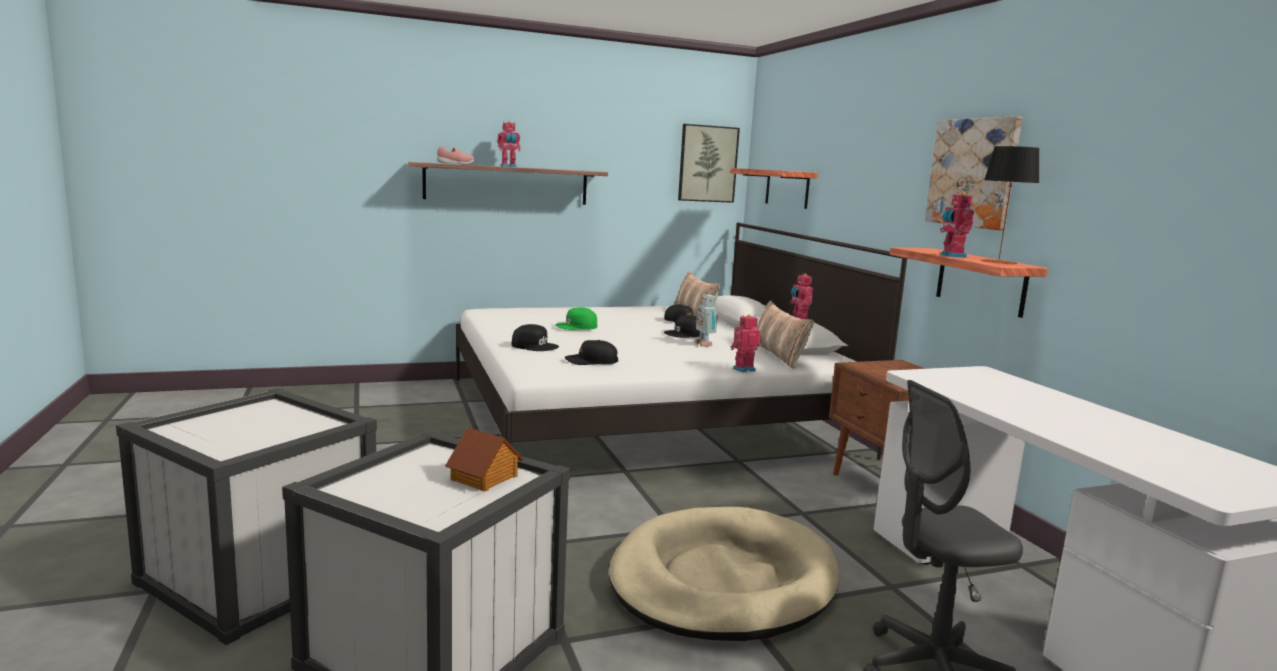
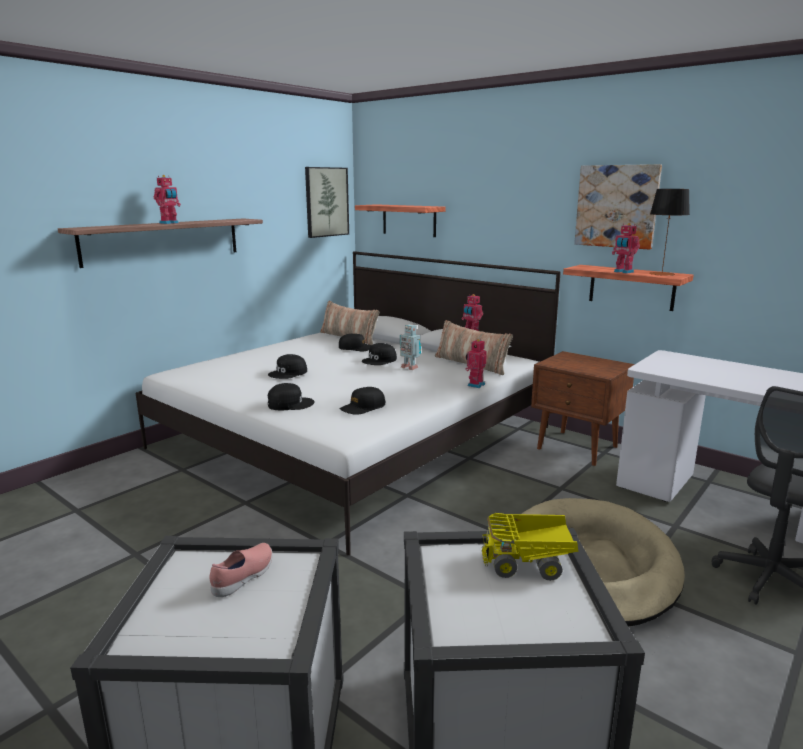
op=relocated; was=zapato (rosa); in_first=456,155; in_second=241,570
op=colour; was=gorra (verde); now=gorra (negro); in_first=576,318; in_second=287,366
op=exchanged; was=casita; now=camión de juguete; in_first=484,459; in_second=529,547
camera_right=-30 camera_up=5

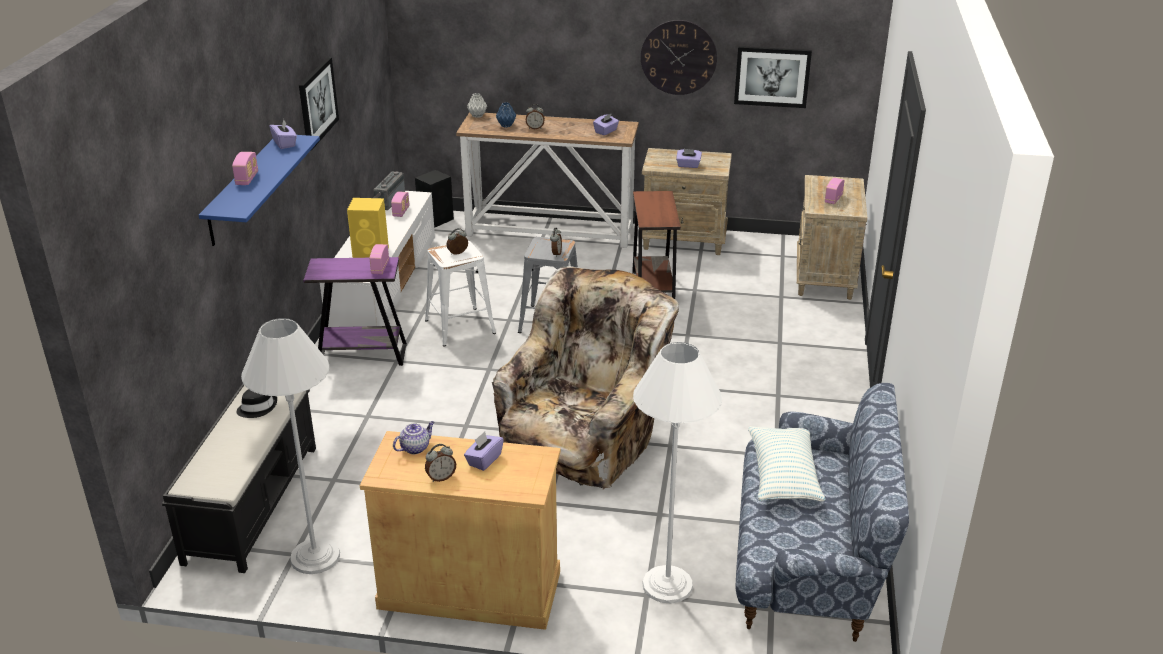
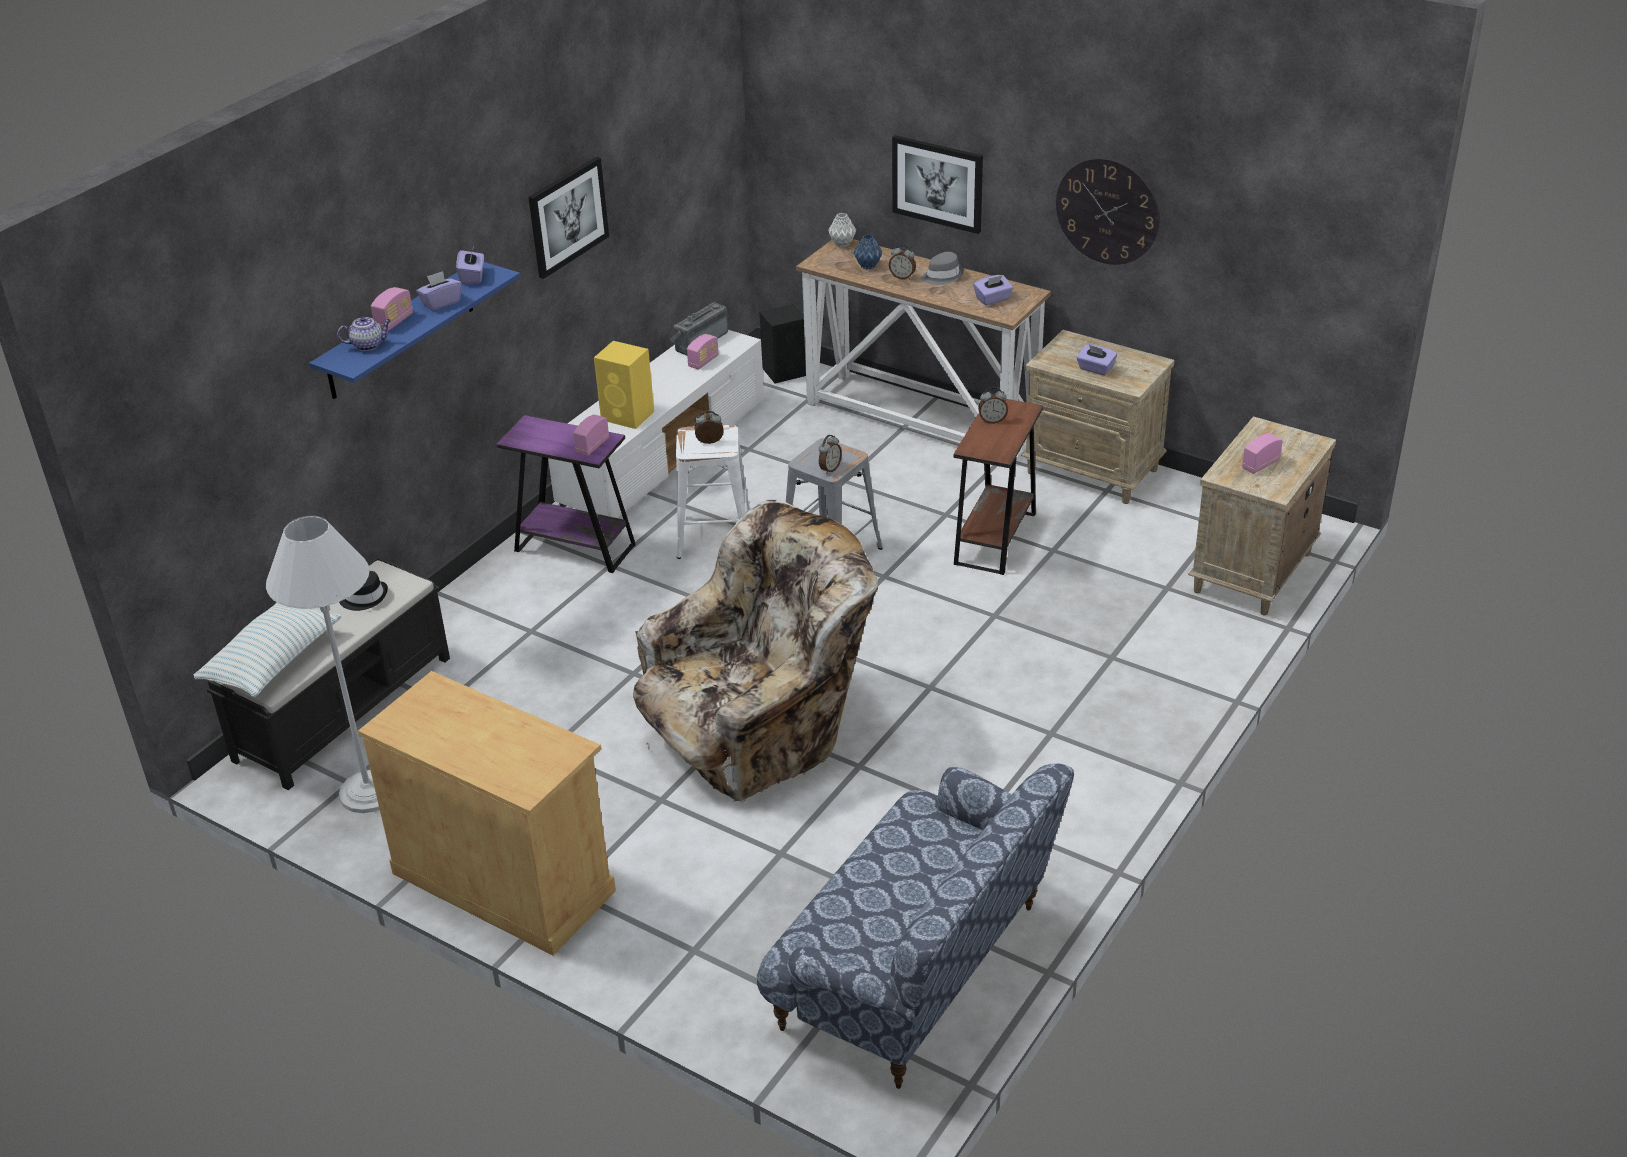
op=relocated; was=cojín; in_first=787,464; in_second=267,649
op=relocated; was=tetera; in_first=414,437; in_second=364,334
op=relocated; was=caja de pañuelos (morado); in_first=484,451; in_second=439,291
op=relocated; was=cuadro; in_first=773,77; in_second=937,184
op=appeared; now=sombrero (gris); in_second=943,268
op=relocated; was=despertador; in_first=440,463; in_second=993,405
op=missing; was=lámpara de pie (blanco); in_first=677,473
camera_right=25 camera_up=5

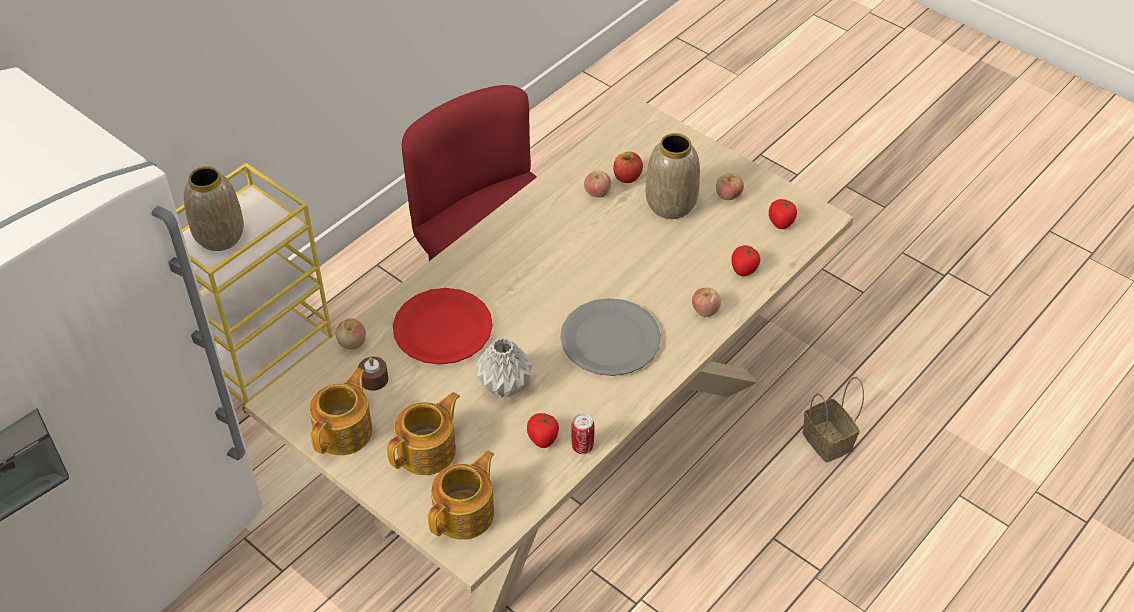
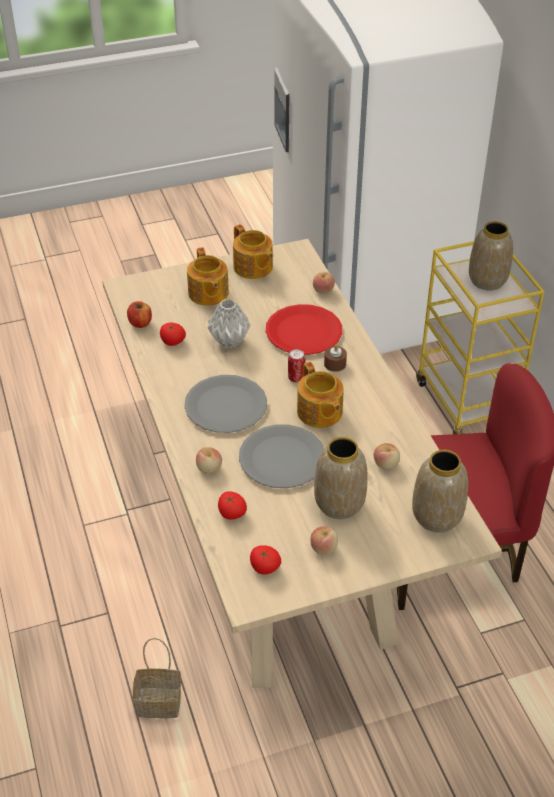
op=relocated; was=manzana; in_first=628,167; in_second=139,314
op=appeared; now=plato (gris); in_second=281,456
op=relocated; was=lata; in_first=582,434; in_second=296,365
op=relocated; was=tetera; in_first=461,495; in_second=320,395
op=relocated; was=vela (marrón); in_first=373,374; in_second=335,358
op=appeared; now=florero; in_second=440,491
camera_right=120 camera_up=-5

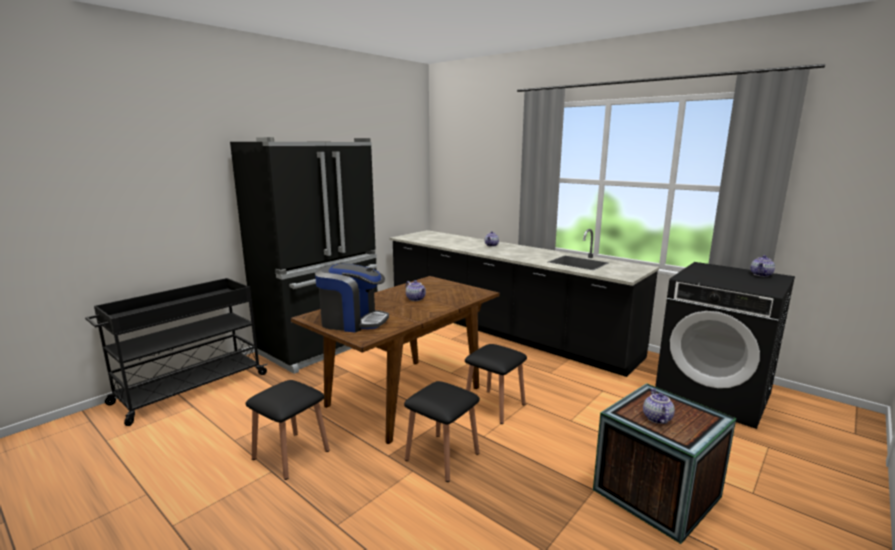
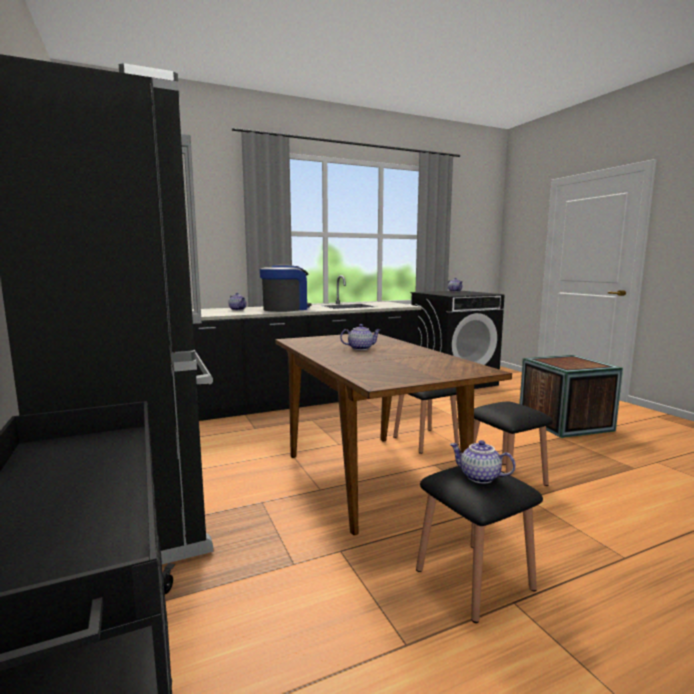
op=relocated; was=cafetera; in_first=352,298; in_second=286,288
op=relocated; was=tetera; in_first=659,406; in_second=483,461
camera_right=-65 camera_up=-5

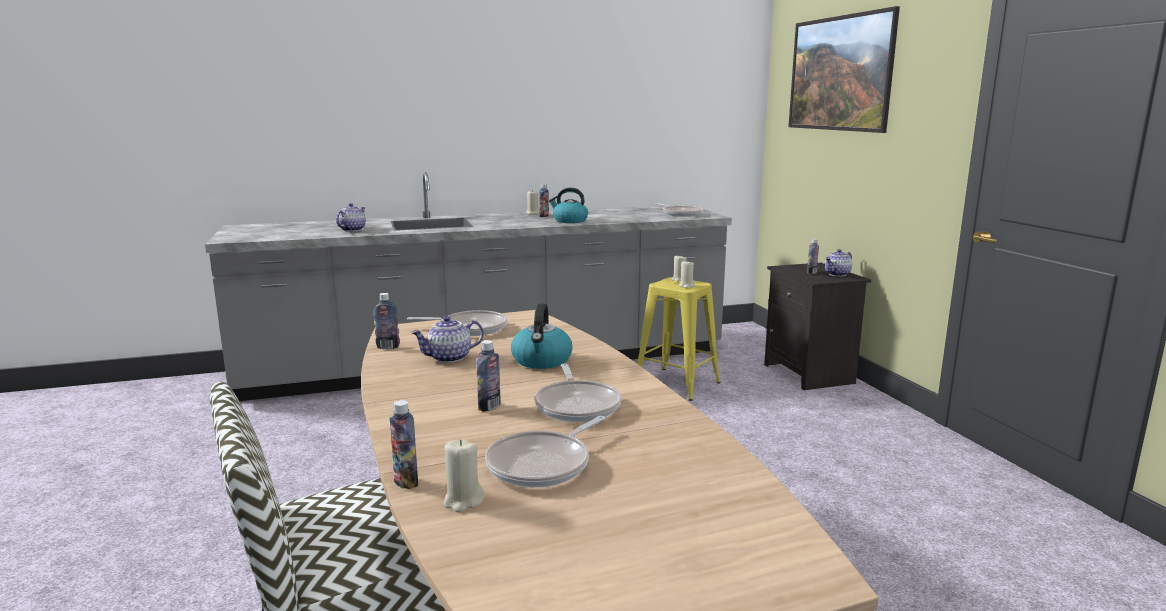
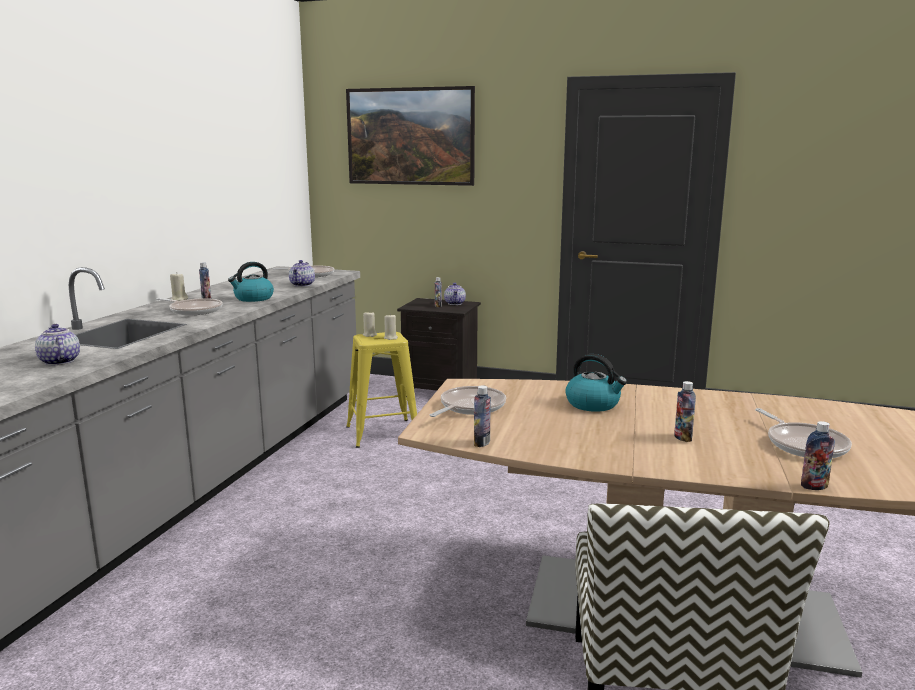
op=relocated; was=sartén; in_first=578,393; in_second=189,306
op=relocated; was=tetera; in_first=447,339; in_second=302,273
op=missing; was=vela (beis); in_first=464,476
camera_right=-55 camera_up=0

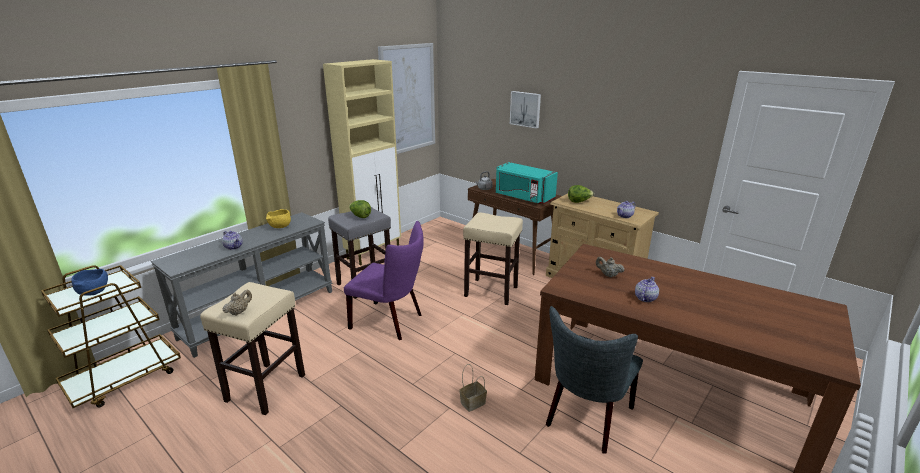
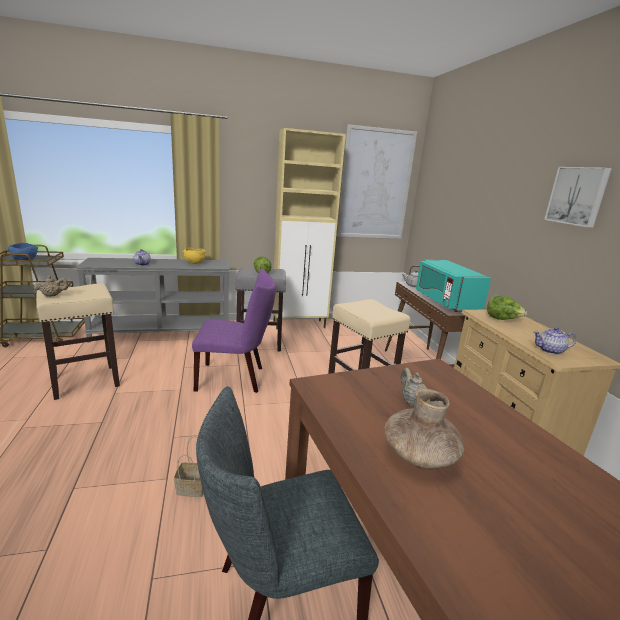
op=spun; was=silla (morado); in_first=384,280; in_second=234,331; clockwise=-60
op=exchanged; was=tetera; now=florero (marrón); in_first=647,289; in_second=424,428
op=relocated; was=cuadro; in_first=525,110; in_second=578,197
camera_right=35 camera_up=-5

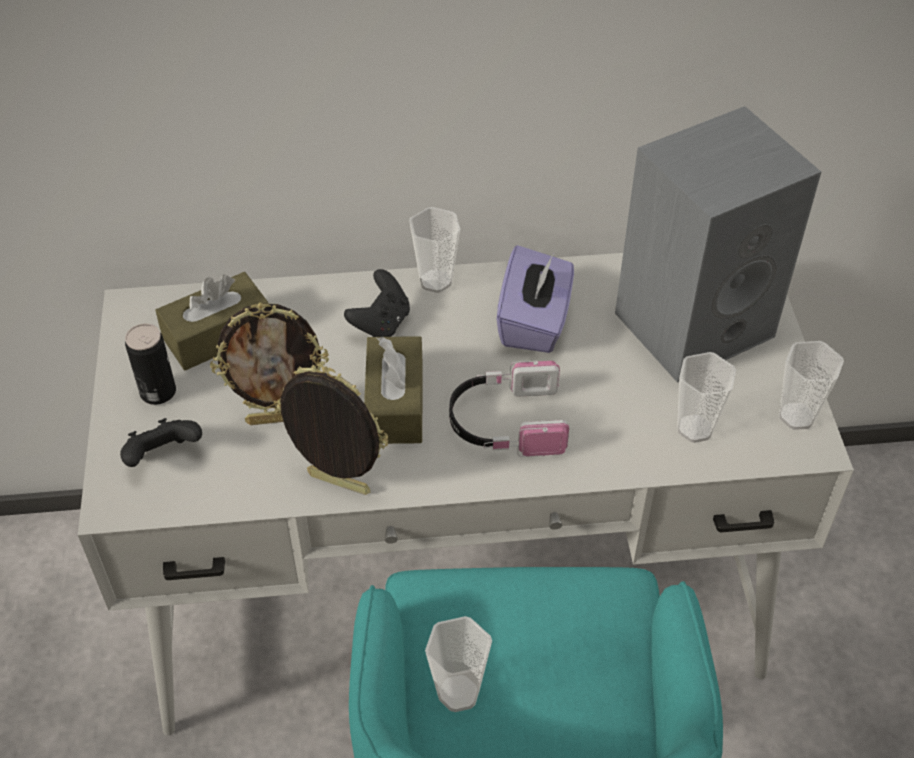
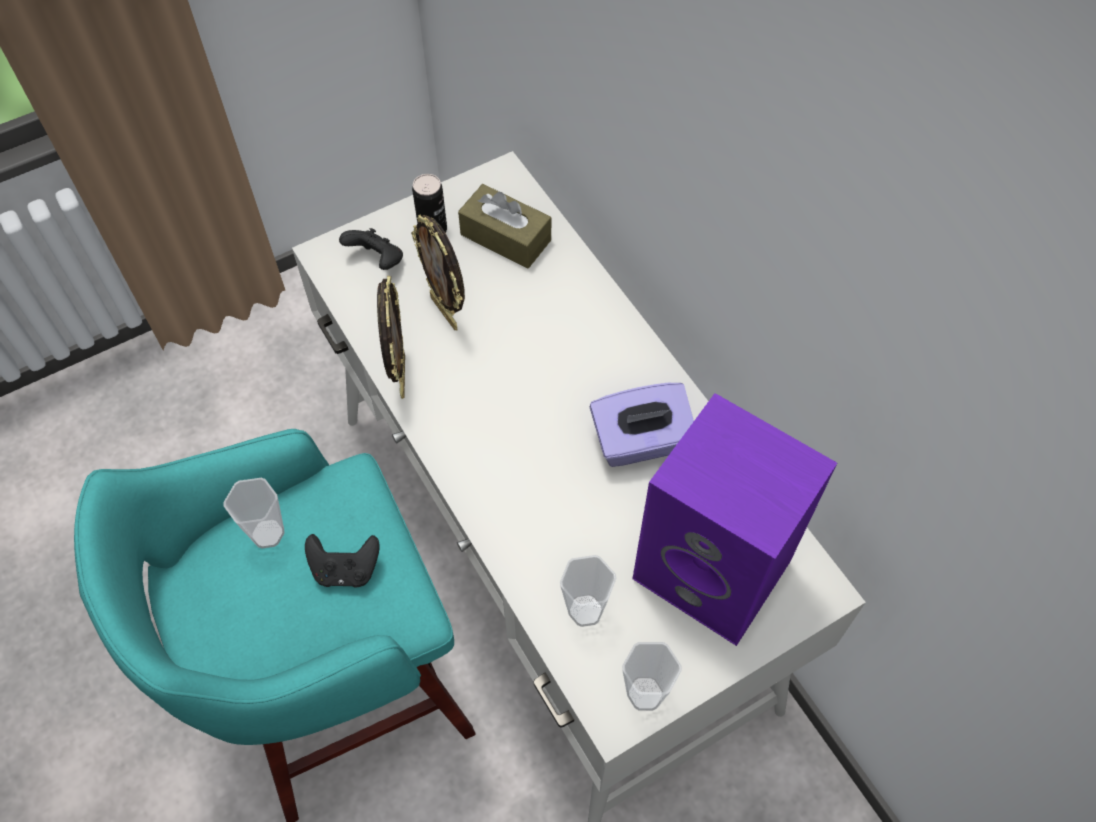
op=relocated; was=mando de consola (negro); in_first=377,303; in_second=342,561
op=colour; was=altavoz (gris); now=altavoz (morado); in_first=718,244; in_second=734,519
op=missing; was=caja de pañuelos (marrón); in_first=393,390
op=missing; was=taza; in_first=434,250
op=missing; was=auriculares; in_first=509,408
camera_right=65 camera_up=10

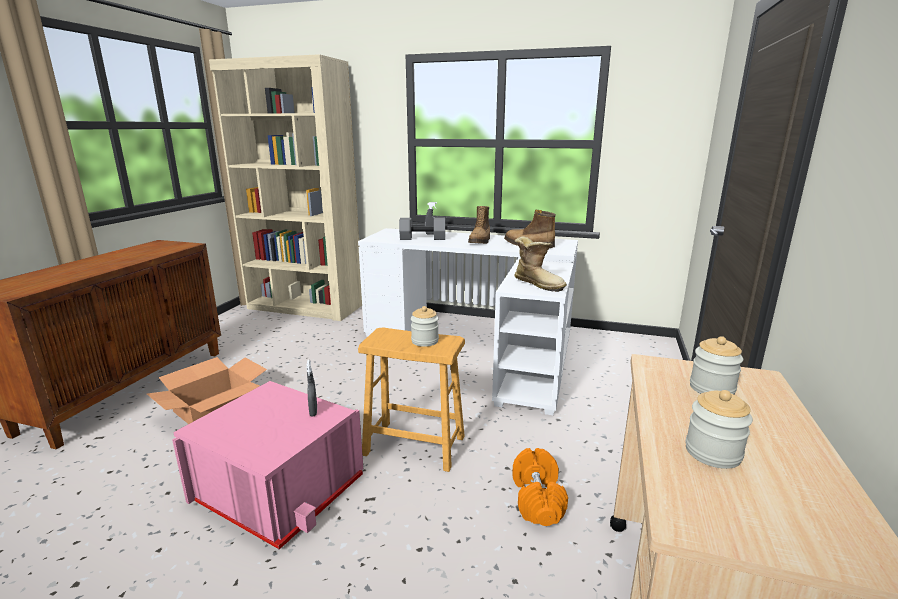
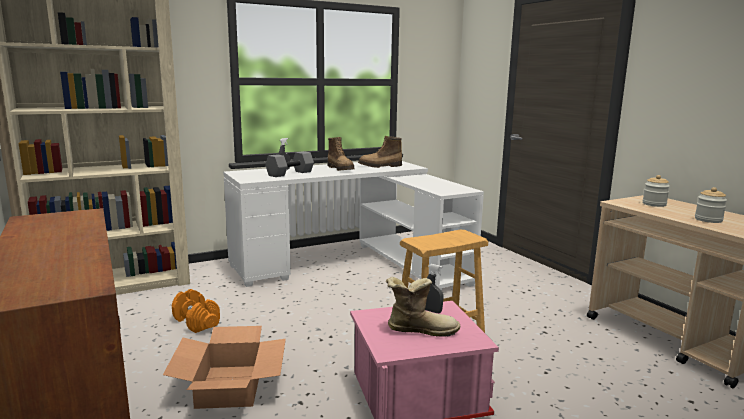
op=relocated; was=mancuerna (naranja); in_first=540,487; in_second=196,311
op=relocated; was=bota; in_first=540,264; in_second=423,307
op=missing; was=tarro; in_first=425,326
camera_right=-45 camera_up=-5

